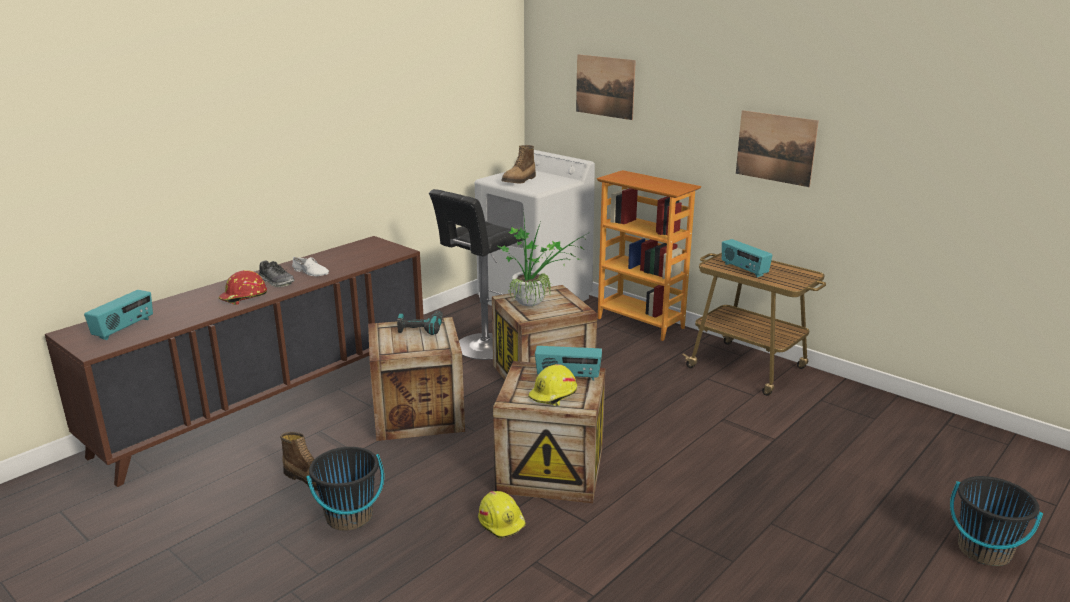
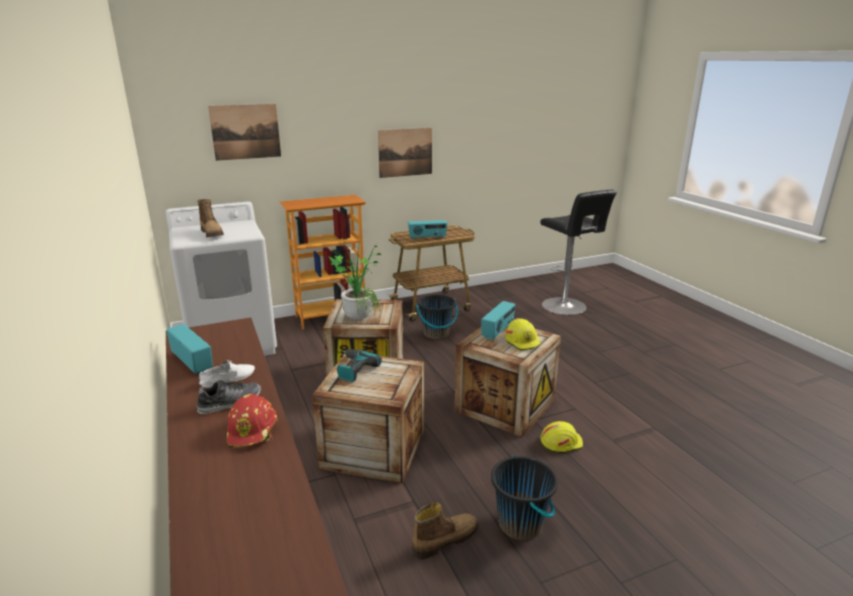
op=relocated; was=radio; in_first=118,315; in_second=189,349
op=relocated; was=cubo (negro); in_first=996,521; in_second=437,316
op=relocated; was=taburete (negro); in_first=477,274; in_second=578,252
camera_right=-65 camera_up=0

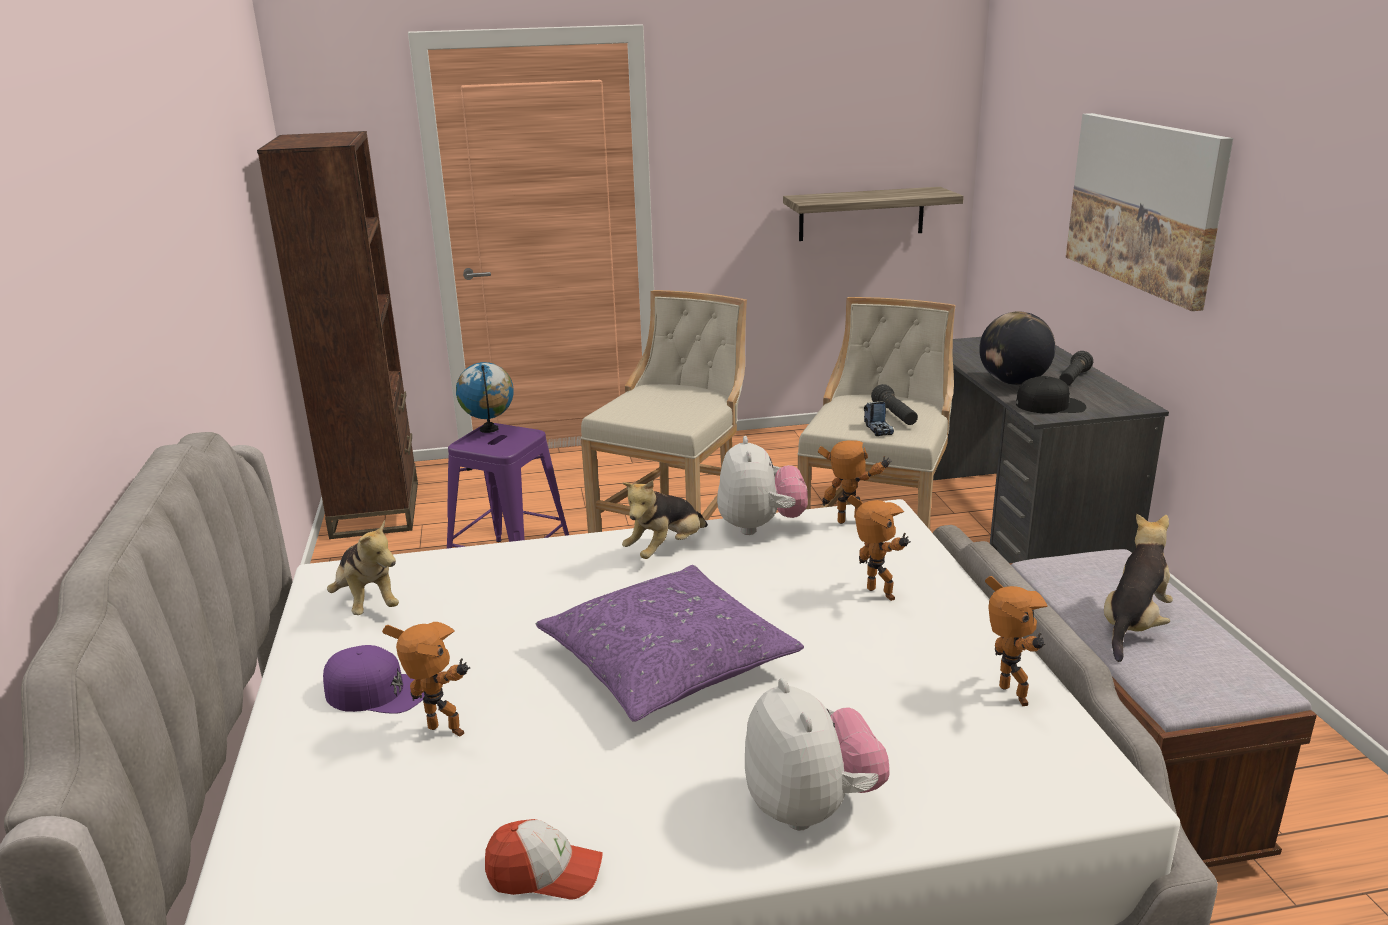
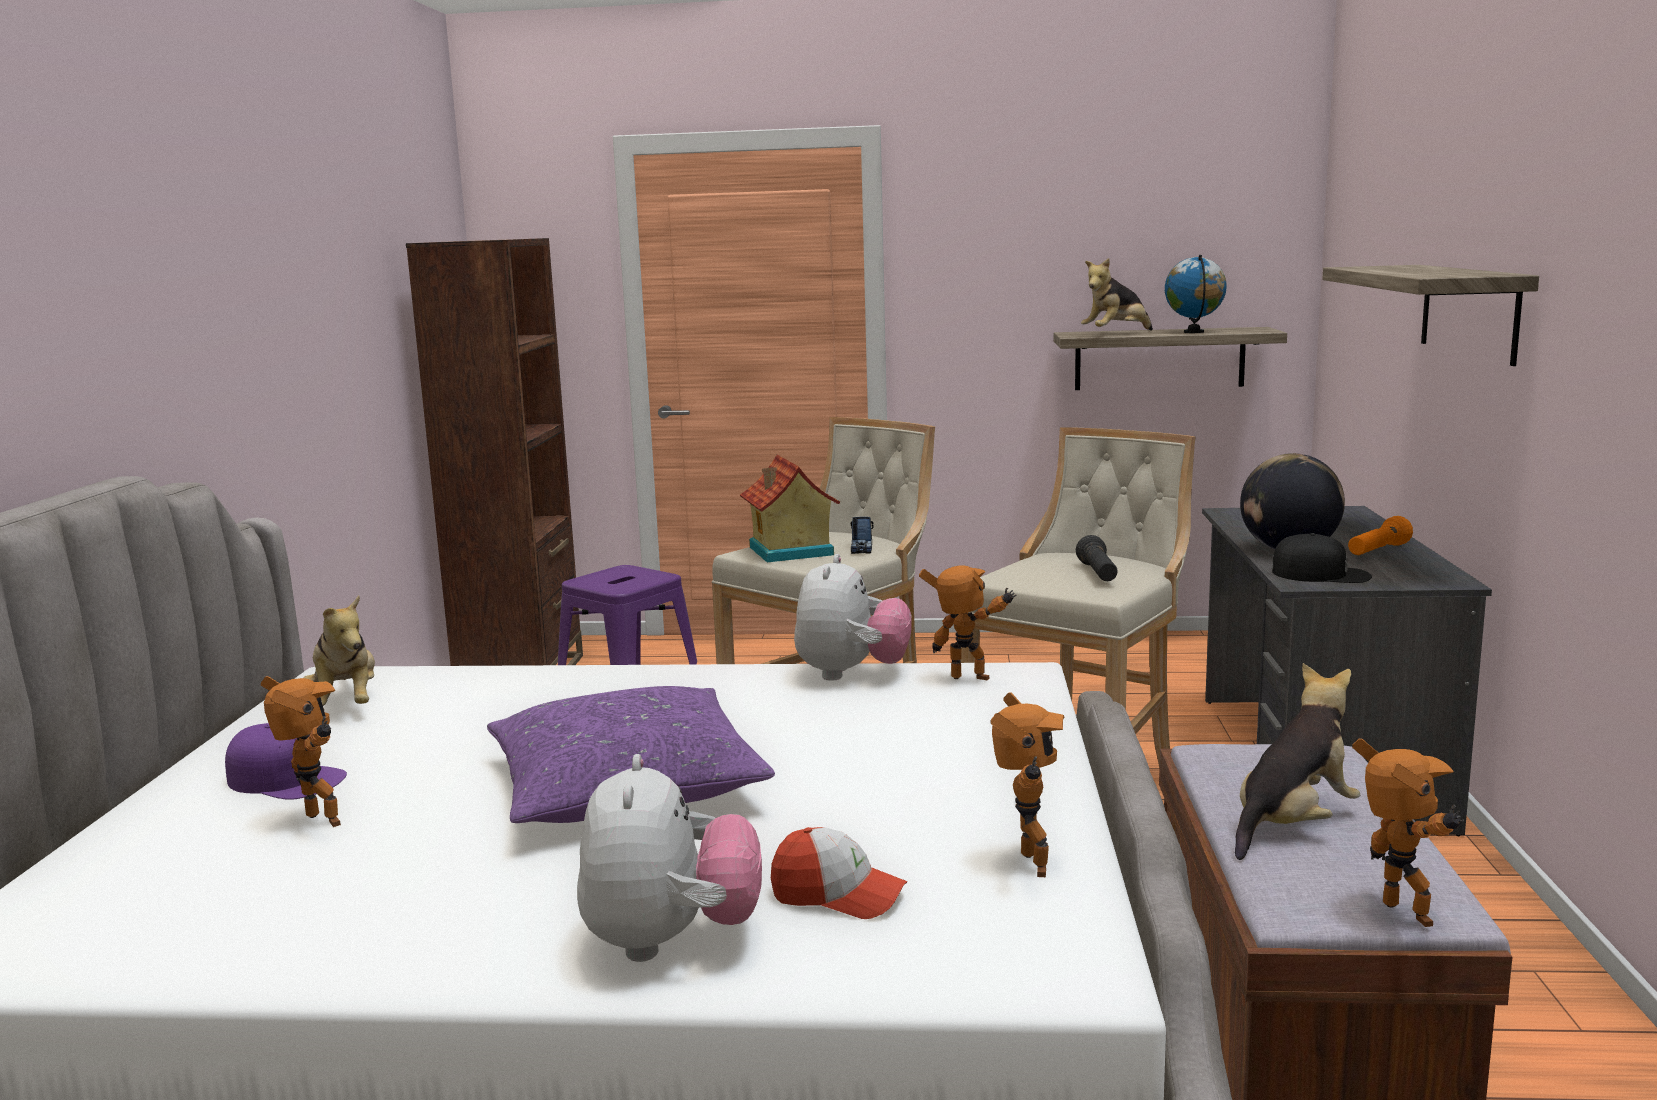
op=appeared; now=casita; in_second=790,508
op=relocated; was=gorra; in_first=544,859; in_second=839,873
op=relocated; was=camión de juguete; in_first=879,418; in_second=862,535
op=relocated; was=peluche; in_first=665,519; in_second=1117,294
op=relocated; was=globo terráqueo; in_first=485,397; in_second=1196,294
op=exchanged; was=cuadro; now=estante; in_first=1149,212; in_second=1431,315
op=colour; was=linterna (negro); now=linterna (naranja); in_first=1076,368; in_second=1380,535
op=relocated; was=robot de juguete; in_first=879,548; in_second=1408,833
camera_right=15 camera_up=-10

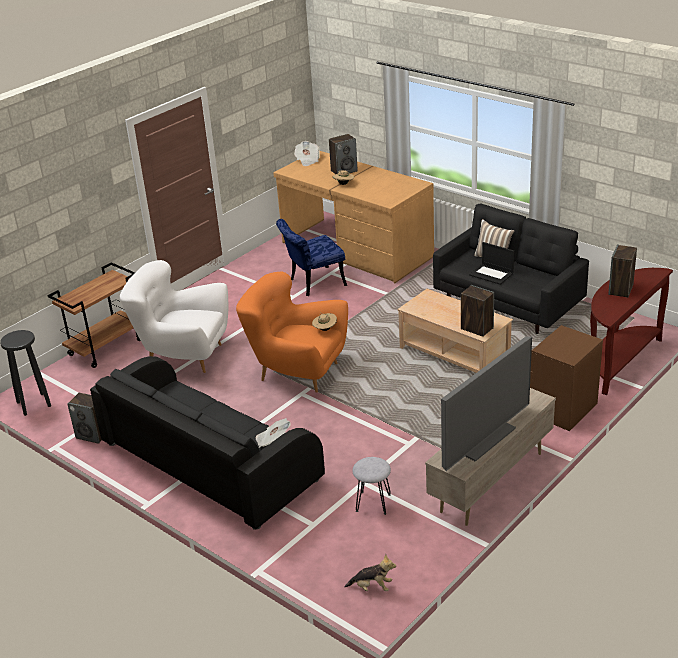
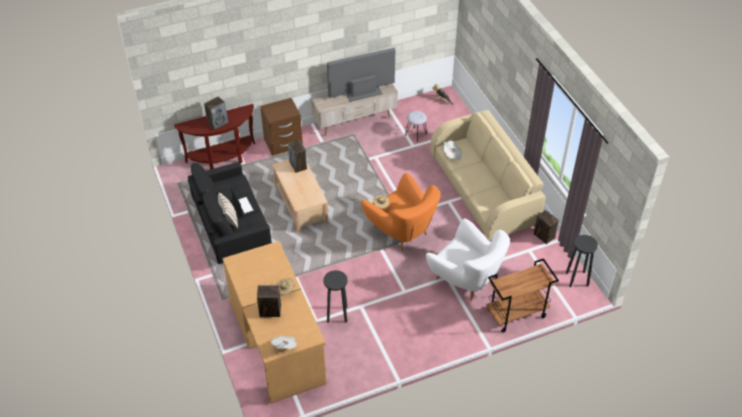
op=exchanged; was=silla (azul); now=taburete (negro); in_first=311,257; in_second=335,296
op=colour; was=sofá (negro); now=sofá (beis); in_first=207,443; in_second=488,175
camera_right=-155 camera_up=15

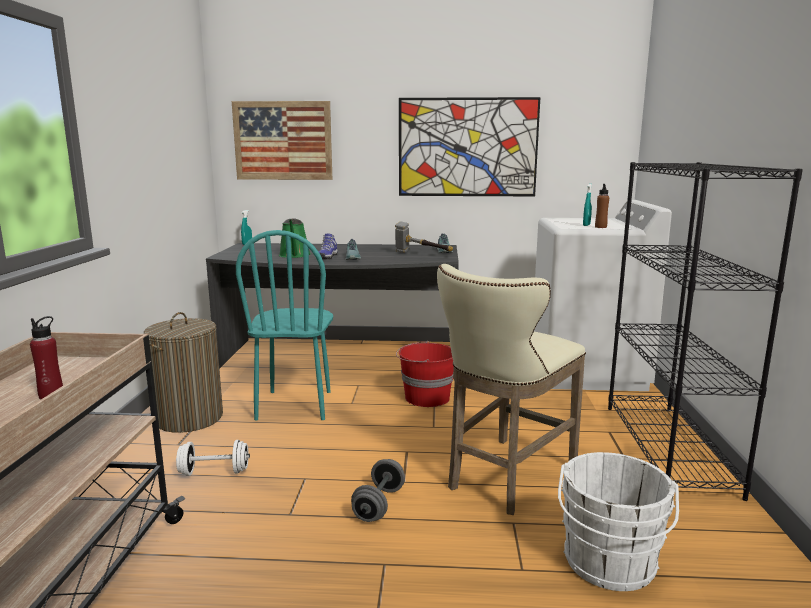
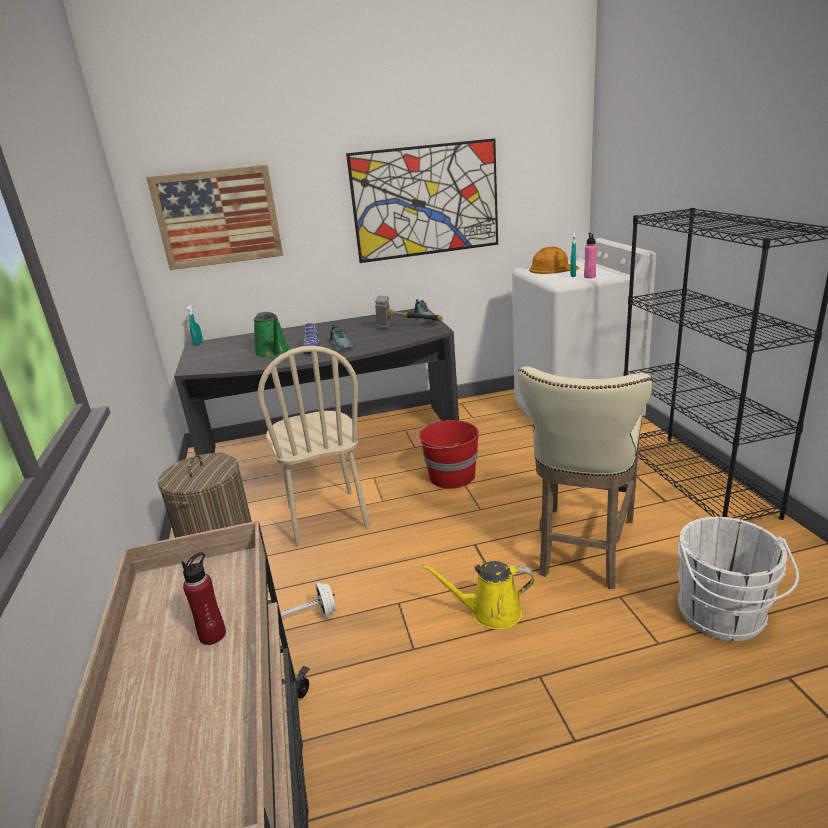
op=colour; was=silla (turquesa); now=silla (beis); in_first=284,325; in_second=313,446
op=exchanged; was=mancuerna (gris); now=regadera (amarillo); in_first=378,490; in_second=477,595
op=appeared; now=casco (naranja); in_second=554,260
op=colour; was=botella (marrón); now=botella (rosa); in_first=602,206; in_second=590,255
camera_right=-15 camera_up=10

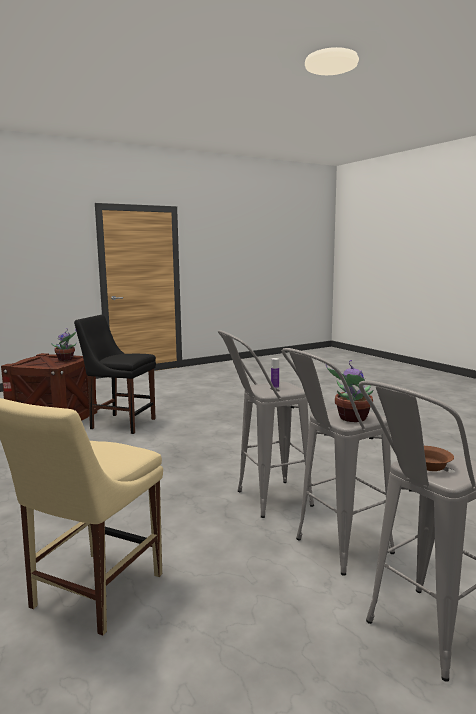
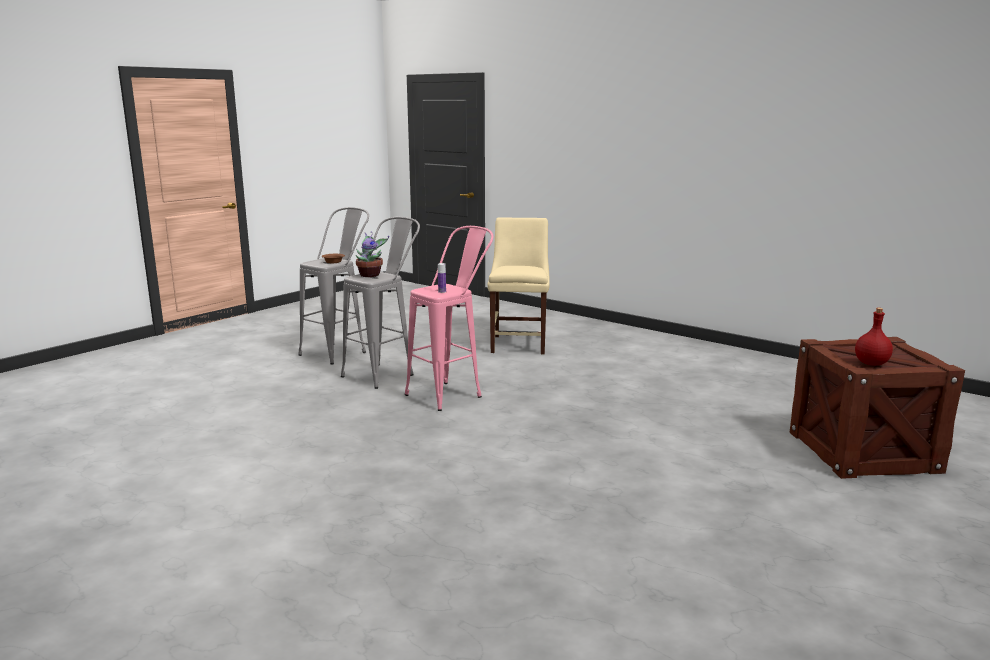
op=colour; was=taburete (gris); now=taburete (rosa); in_first=266,424; in_second=449,318
op=exchanged; was=planta en maceta; now=botella (rojo); in_first=64,344; in_second=874,337
op=missing; was=silla (negro); in_first=115,374
camera_right=160 camera_up=5

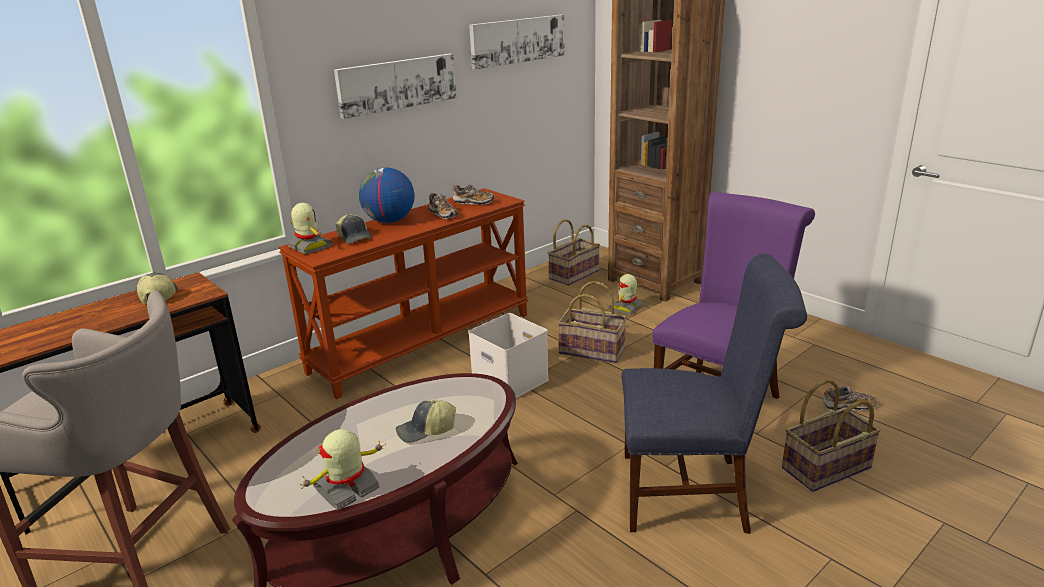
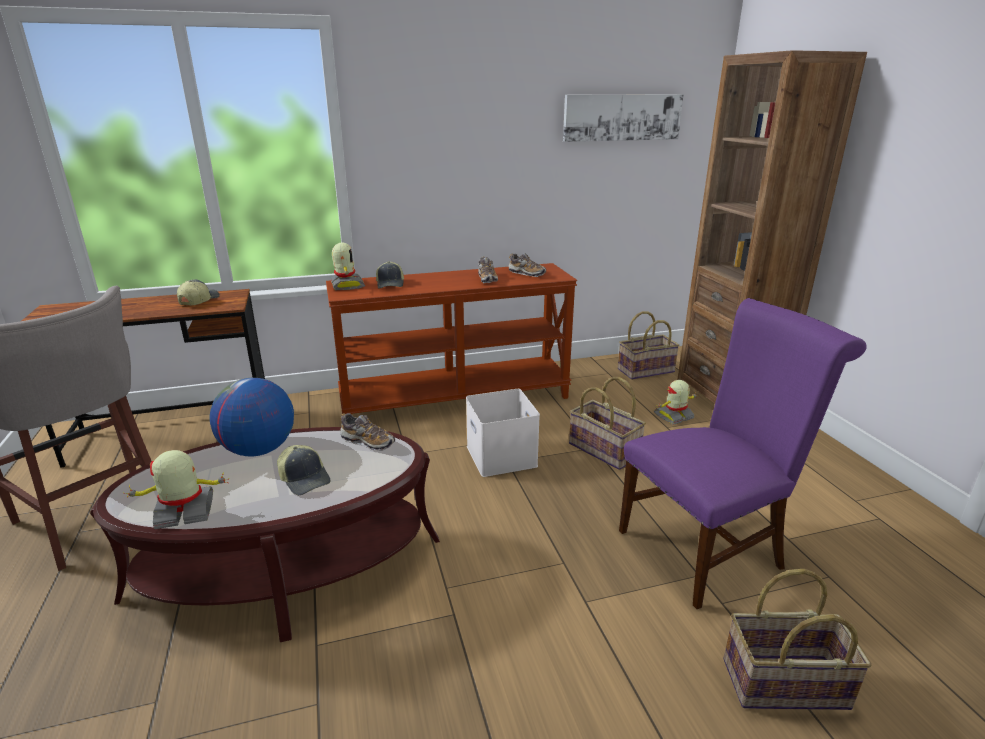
op=relocated; was=globo terráqueo; in_first=386,195; in_second=252,417
op=spun; was=gorra; in_first=426,421; in_second=304,470; clockwise=-135
op=relocated; was=zapato; in_first=849,398; in_second=367,432
op=missing; was=cuadro; in_first=395,86
op=missing; was=silla (azul); in_first=714,393
camera_right=25 camera_up=0

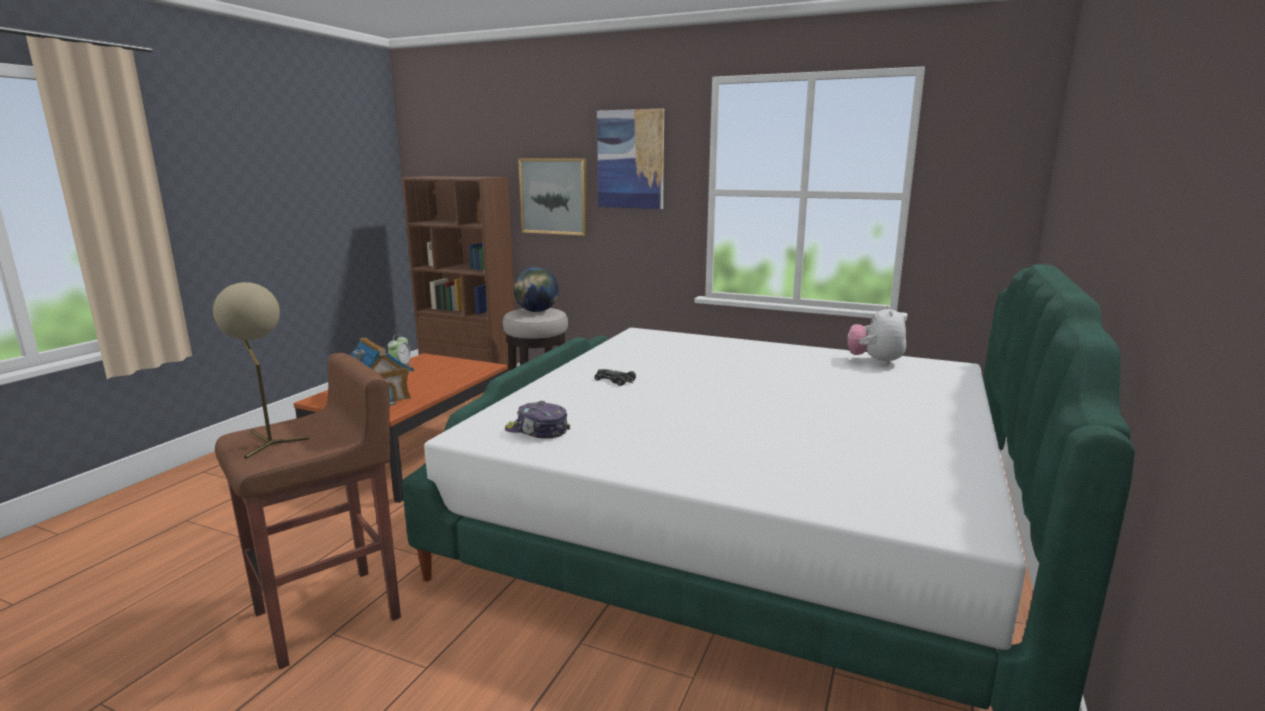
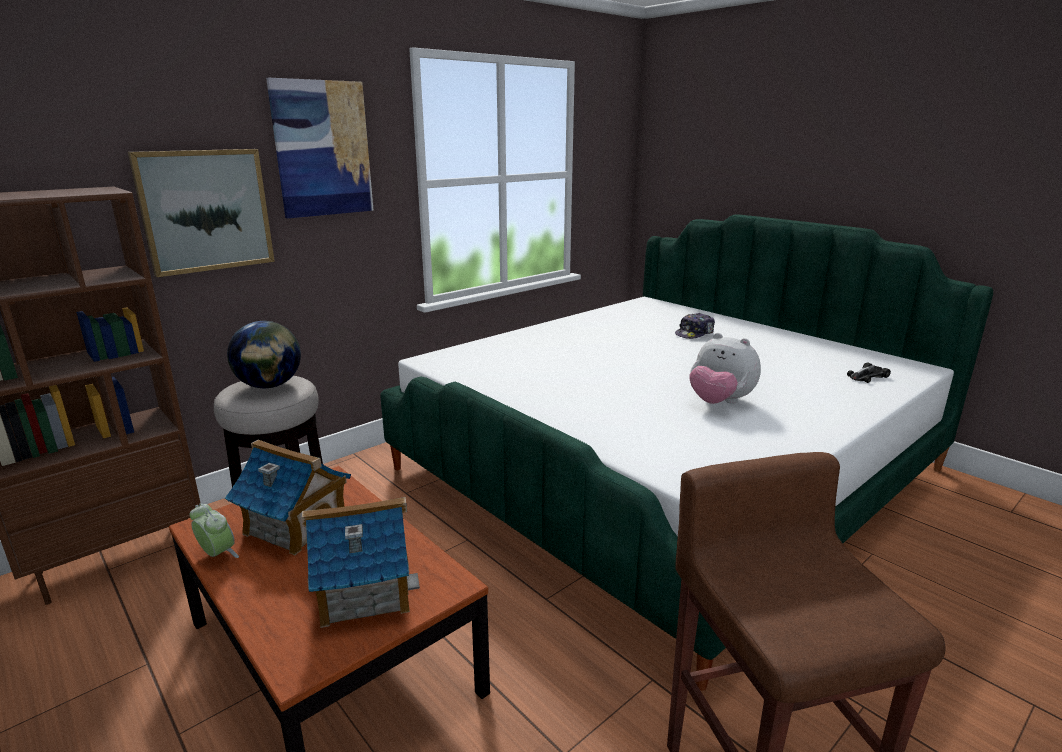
op=appeared; now=casita; in_second=288,497
op=relocated; was=gorra; in_first=537,419; in_second=695,326
op=relocated; was=peluche; in_first=876,335; in_second=725,368
op=relocated; was=coche de juguete; in_first=615,377; in_second=869,372
op=missing; was=lámpara de mesa (beis); in_first=261,370
camera_right=-65 camera_up=5

